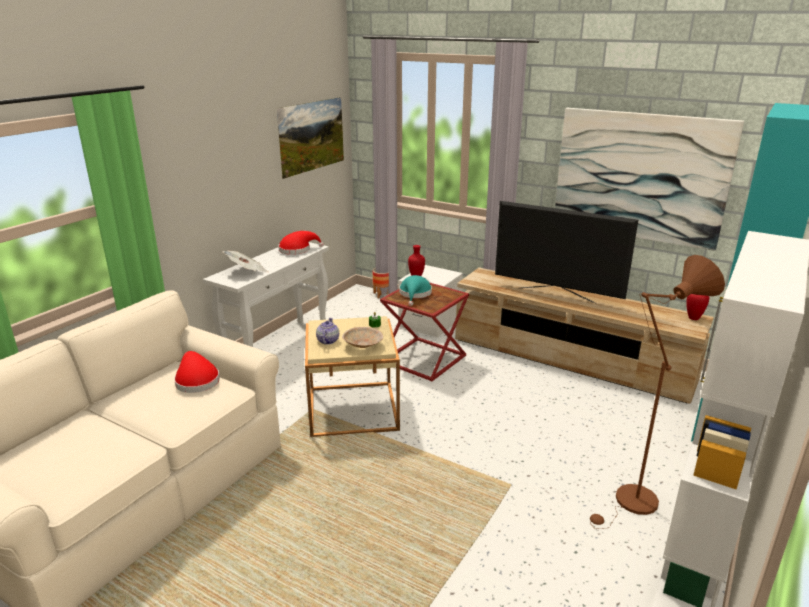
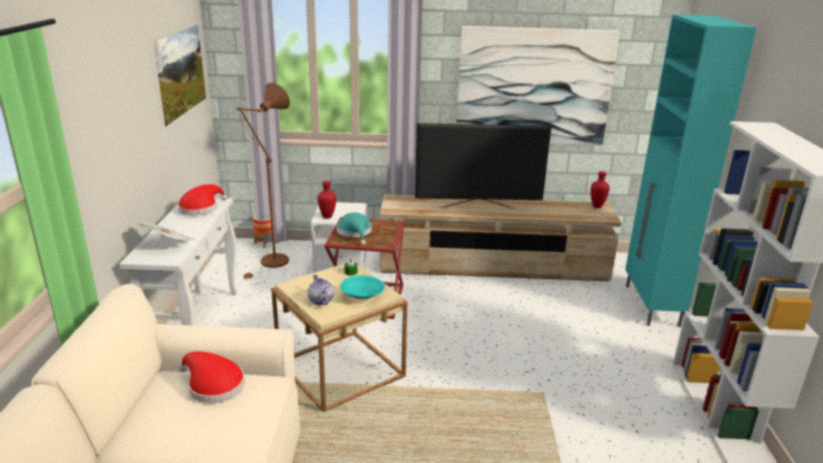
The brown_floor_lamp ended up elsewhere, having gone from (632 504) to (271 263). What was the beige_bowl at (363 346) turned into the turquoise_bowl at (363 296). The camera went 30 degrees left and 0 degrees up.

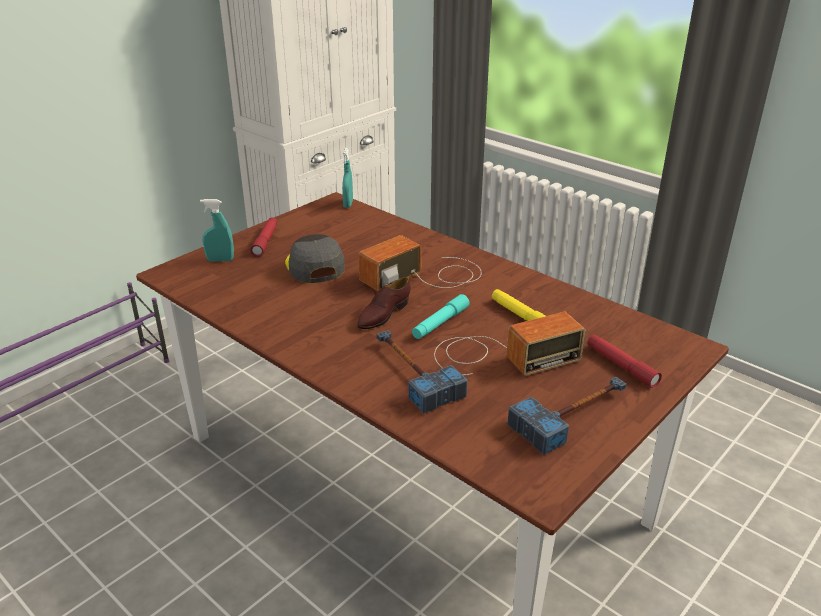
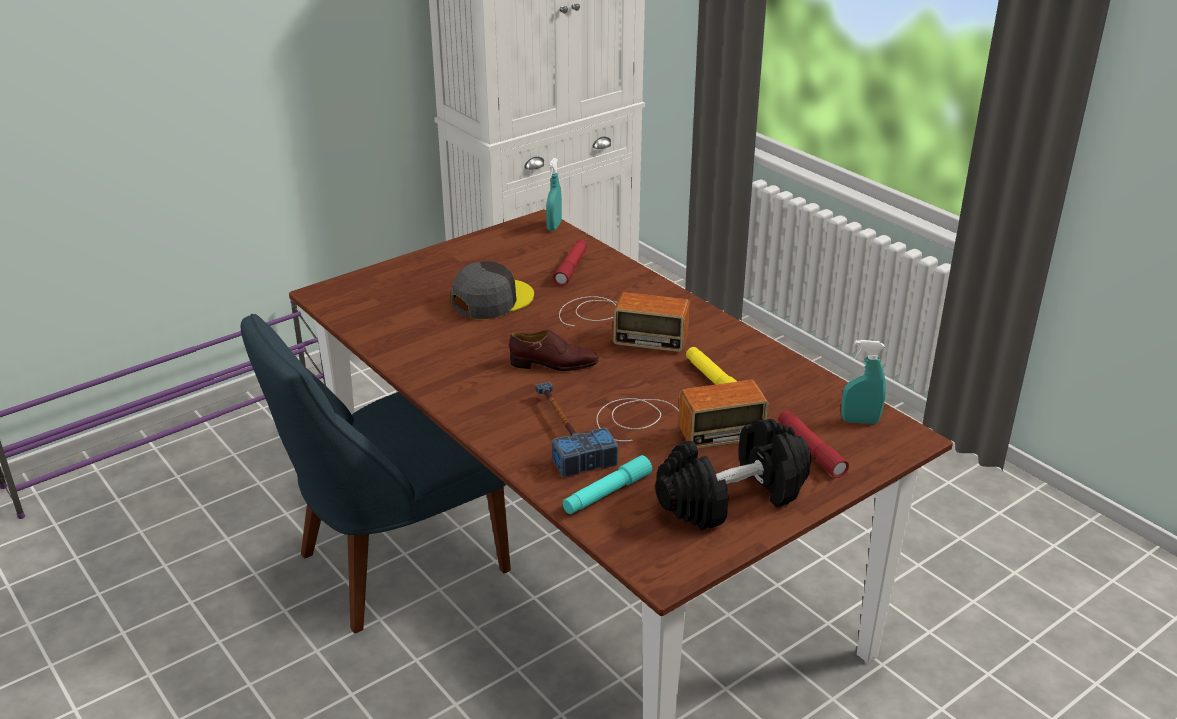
The second view gained the blue_chair at (394 565). The grey_cap at (314 266) ended up facing another way, 60 degrees clockwise from before. The brown_shoe at (383 314) ended up facing another way, 135 degrees counterclockwise from before. The red_flashlight ended up elsewhere, having gone from (265 241) to (571 268). The radio at (427 276) ended up facing another way, 135 degrees counterclockwise from before. The turquoise_flashlight ended up elsewhere, having gone from (440 323) to (607 493). Where the hammer stood at (573 415), the black_dumbbell came to stand at (731 497). The turquoise_spray_bottle ended up elsewhere, having gone from (220 260) to (860 421). The camera went 10 degrees right and 0 degrees up.

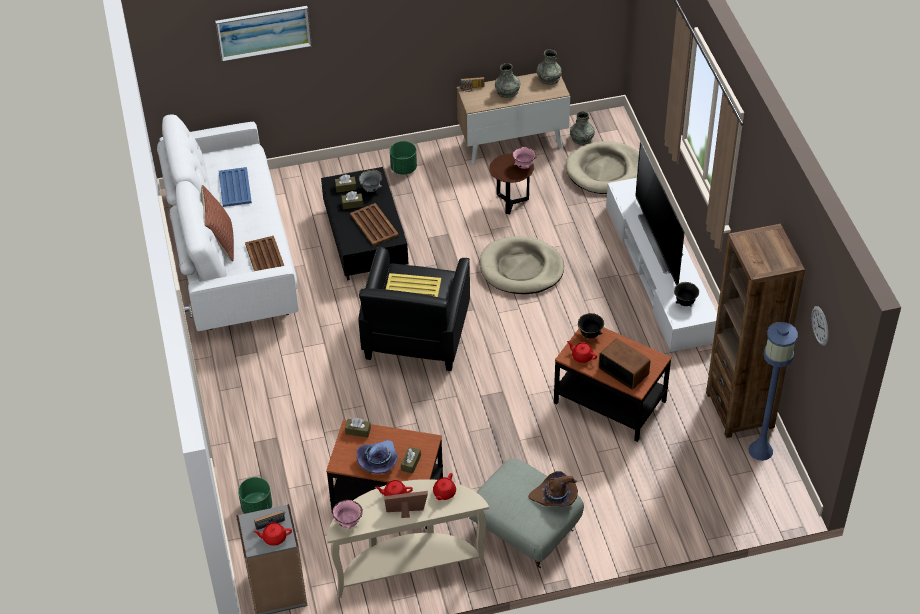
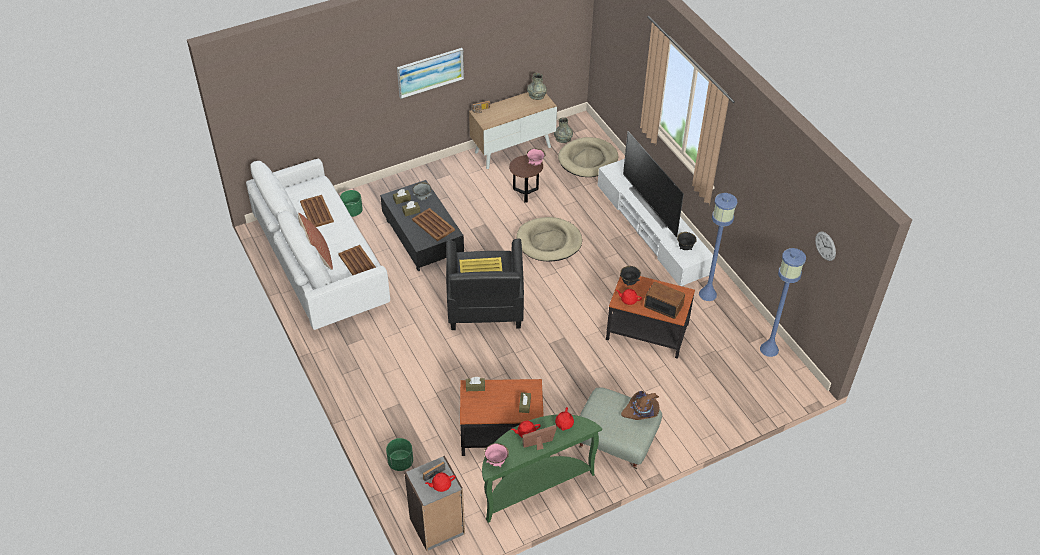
What was the blue_tray at (235 188) turned into the brown_tray at (316 212). The green_planter ended up elsewhere, having gone from (403 168) to (352 211). The picture ended up elsewhere, having gone from (263 32) to (430 72). What was the beige_console_table at (407 565) turned into the green_console_table at (534 486). The second view gained the blue_floor_lamp at (708 294). The second view lost the purple_hat at (378 461). The second view lost the grey_vase at (507 91). The second view lost the brown_bookcase at (740 410). The camera went 15 degrees left and 0 degrees up.

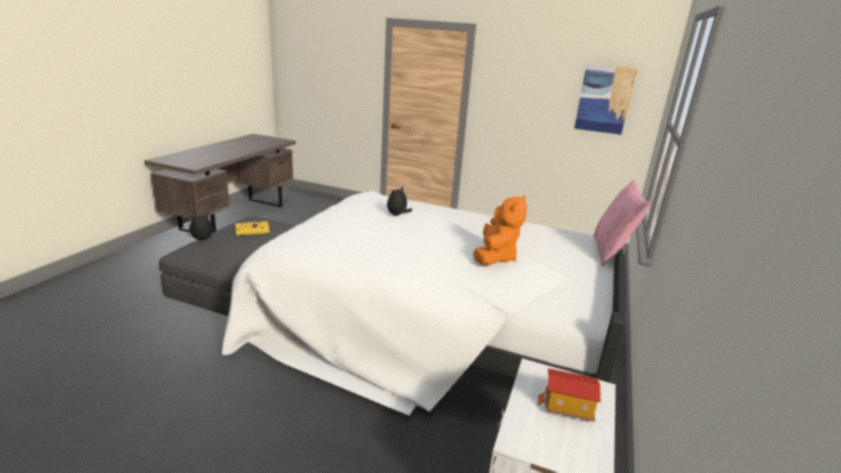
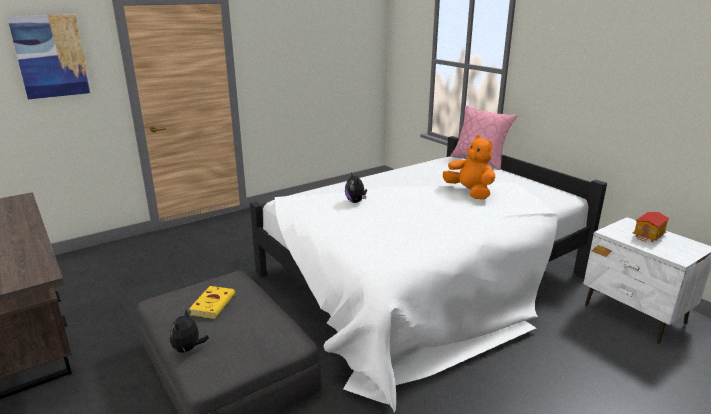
The picture ended up elsewhere, having gone from (604 99) to (51 56). The camera went 55 degrees left and 0 degrees up.

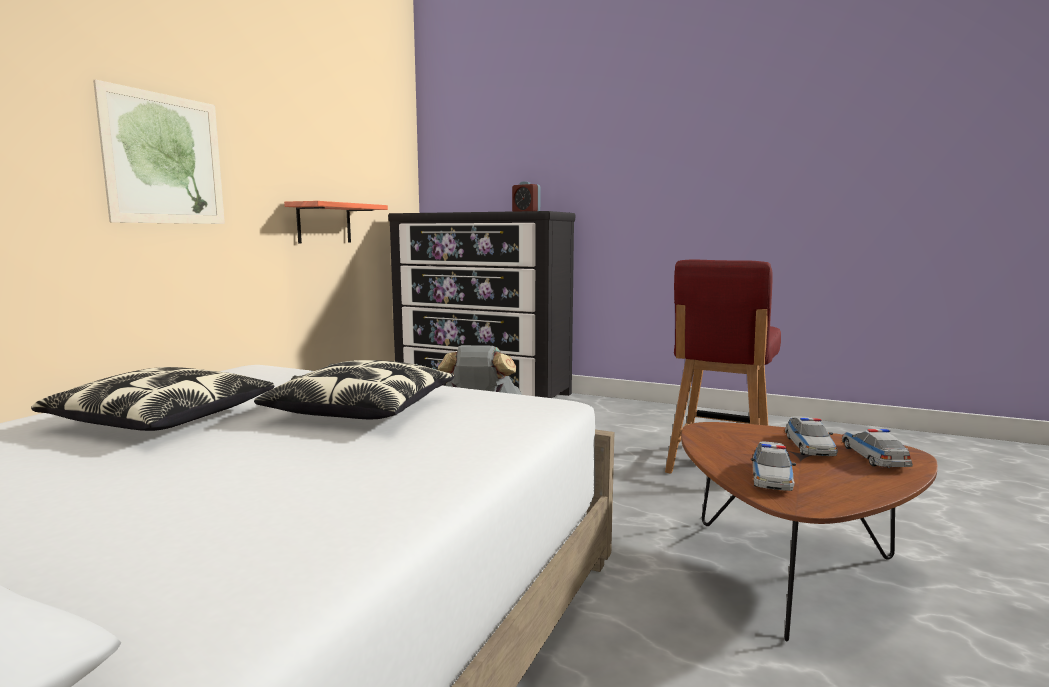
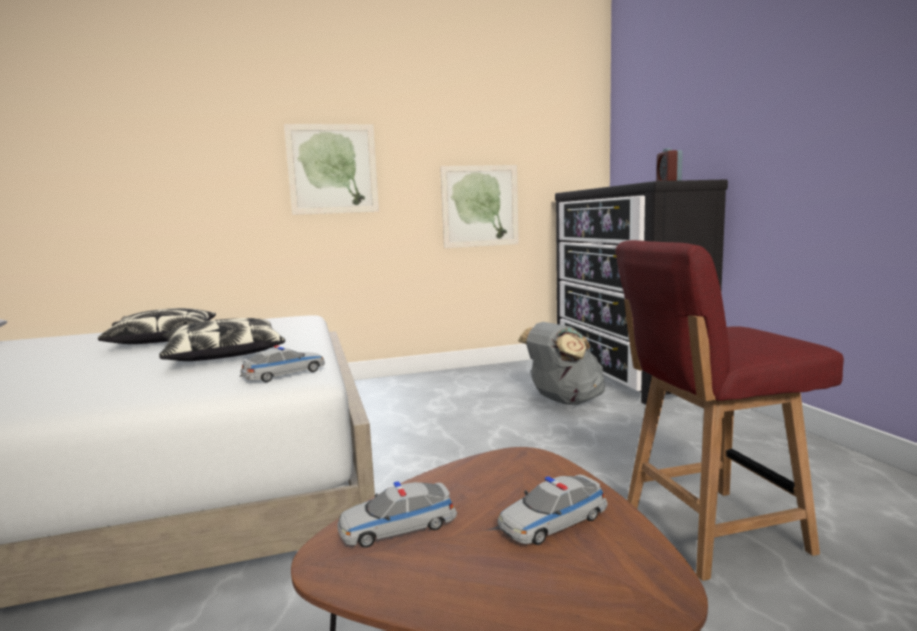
The toy_car ended up elsewhere, having gone from (874 457) to (284 374). Where the shelf hung at (324 223), the picture came to hang at (480 206). The camera went 50 degrees right and 0 degrees up.

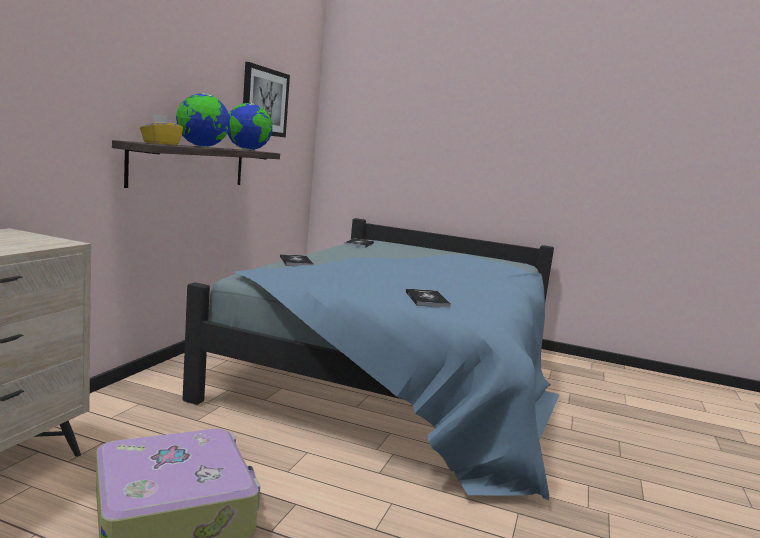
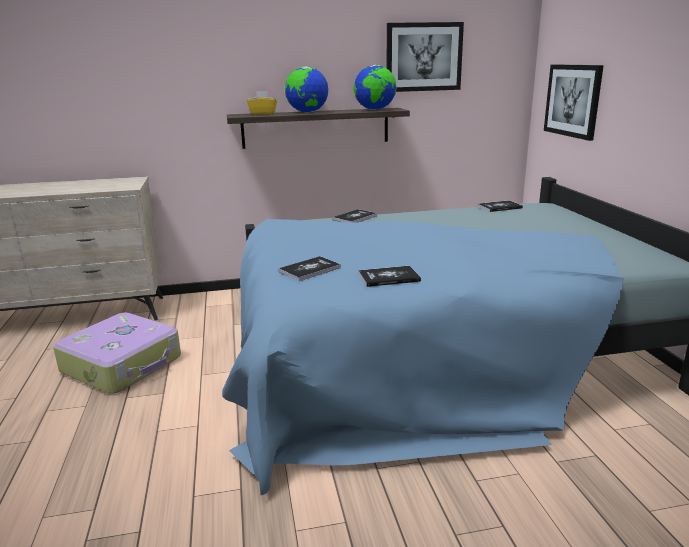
The second view gained the book at (389 277). The second view gained the picture at (573 100). The camera went 60 degrees right and 10 degrees up.

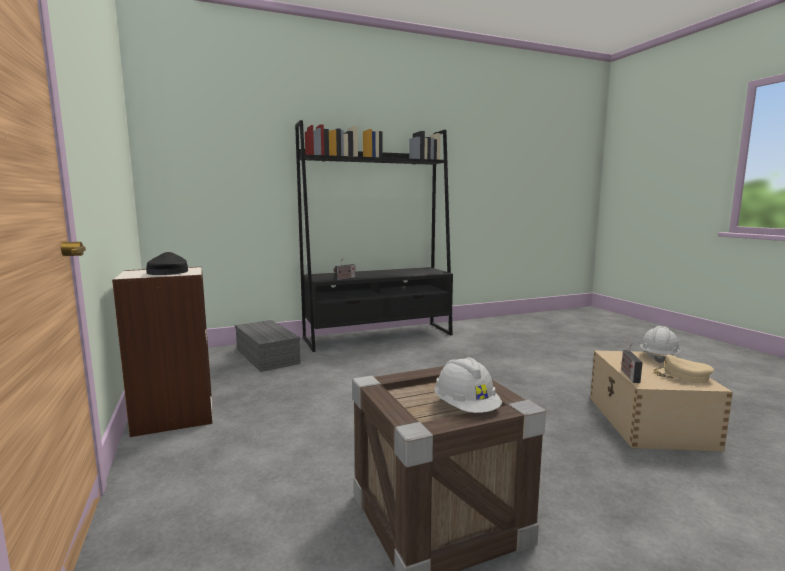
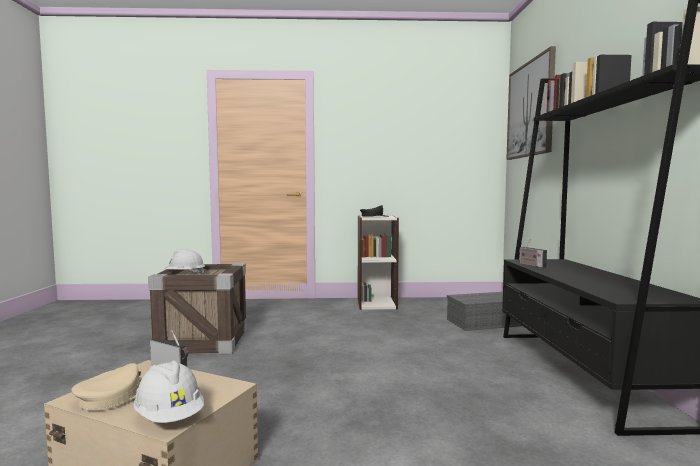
The second view gained the picture at (530 109). The camera went 110 degrees right and 5 degrees down.

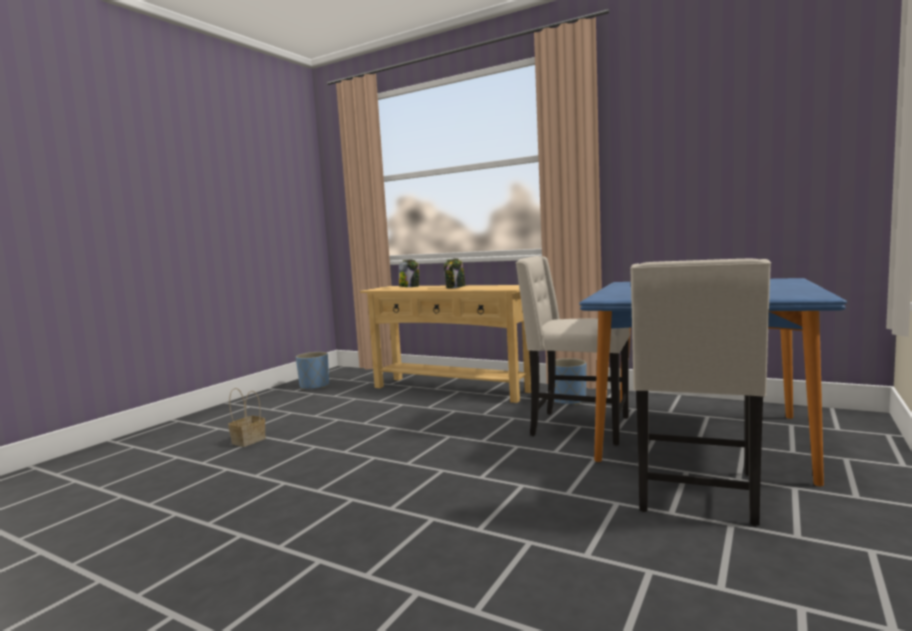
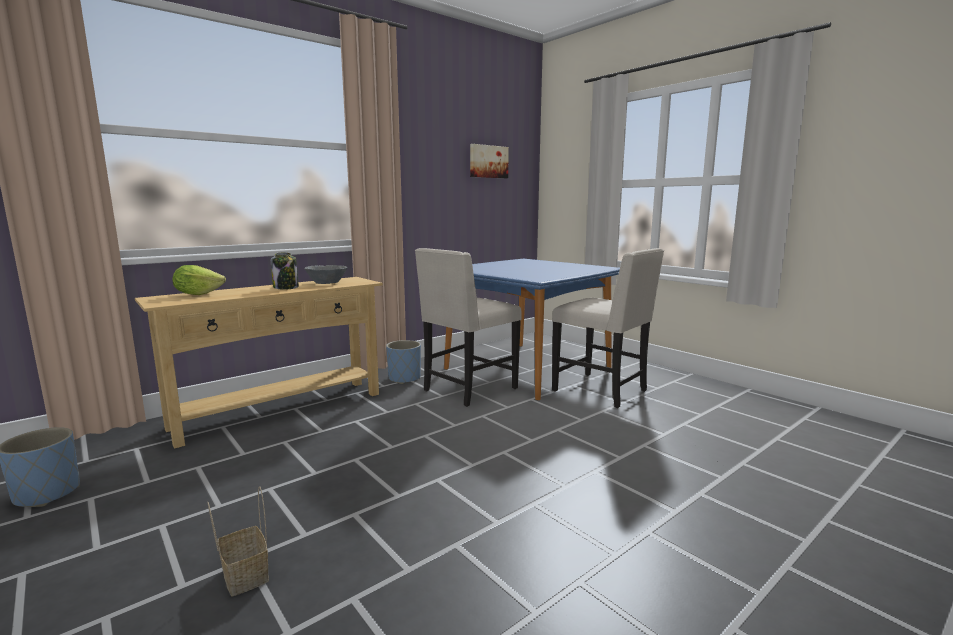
Where the jar stood at (409 286), the lettuce came to stand at (198 294). The second view gained the grey_bowl at (327 283). The second view gained the picture at (488 161). The camera went 70 degrees left and 5 degrees up.

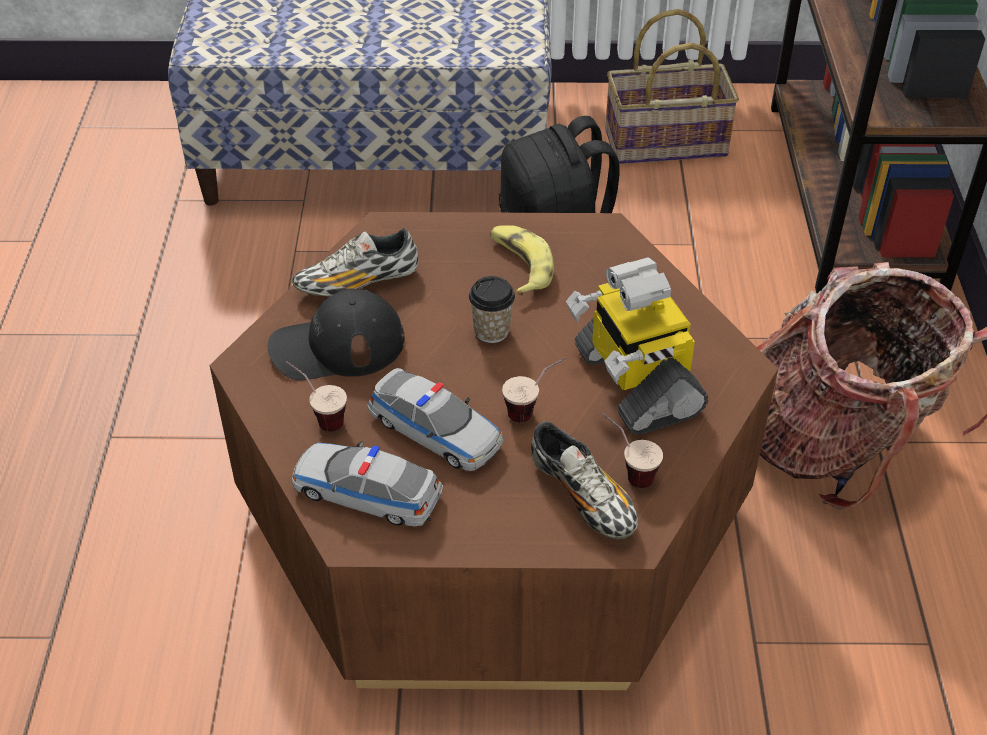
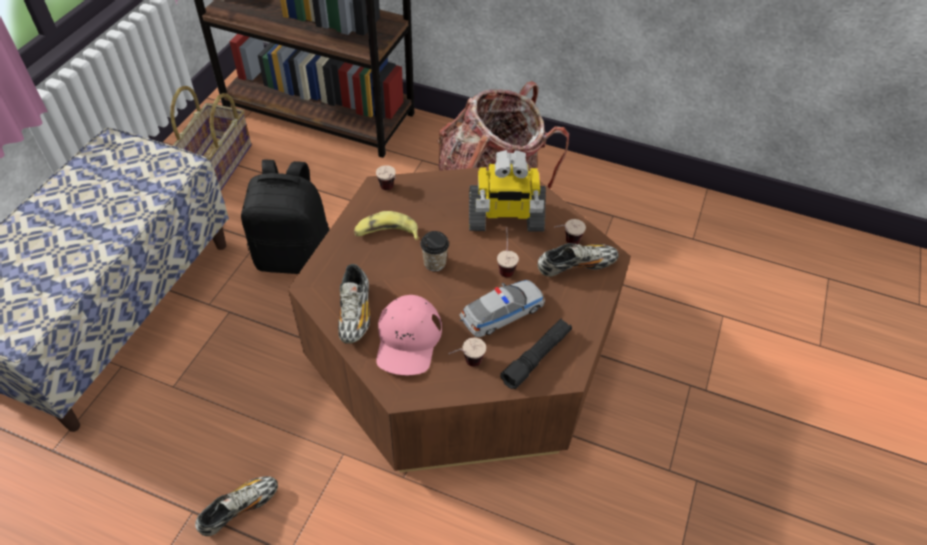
The second view gained the shoe at (239 509). The second view gained the cup at (390 191). What was the black_cap at (337 346) turned into the pink_cap at (408 340). Where the toy_car stood at (367 493), the black_flashlight came to stand at (536 357). The camera went 70 degrees left and 5 degrees up.

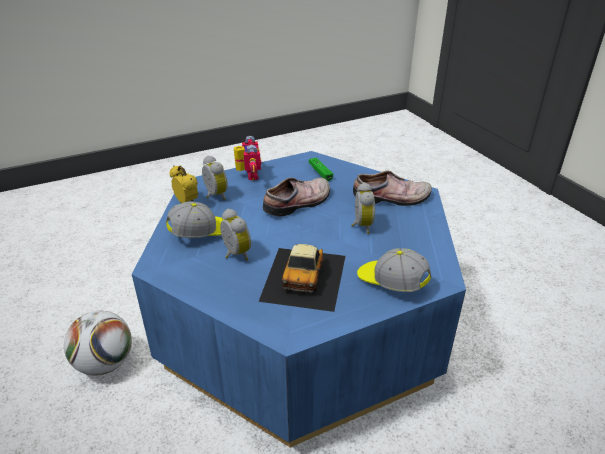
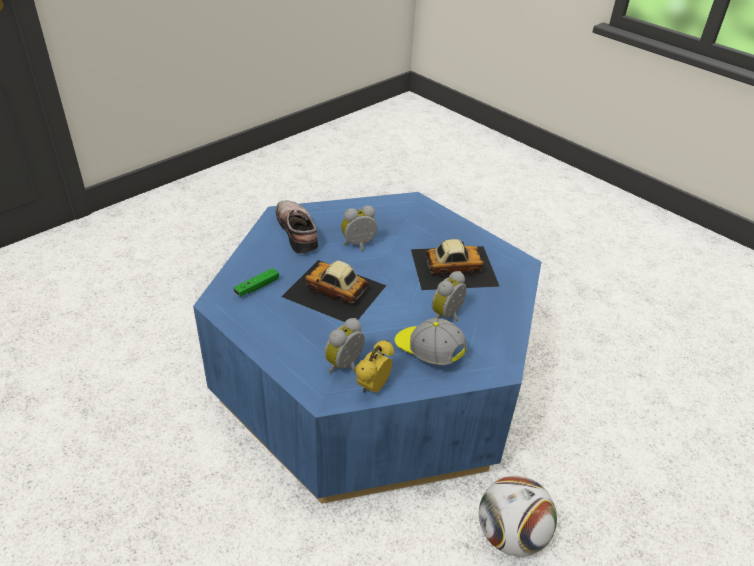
Where the shoe stood at (299 203), the toy_car came to stand at (334 291). The second view lost the toy_robot at (248 175). The second view lost the cap at (391 282). The camera went 110 degrees left and 5 degrees up.

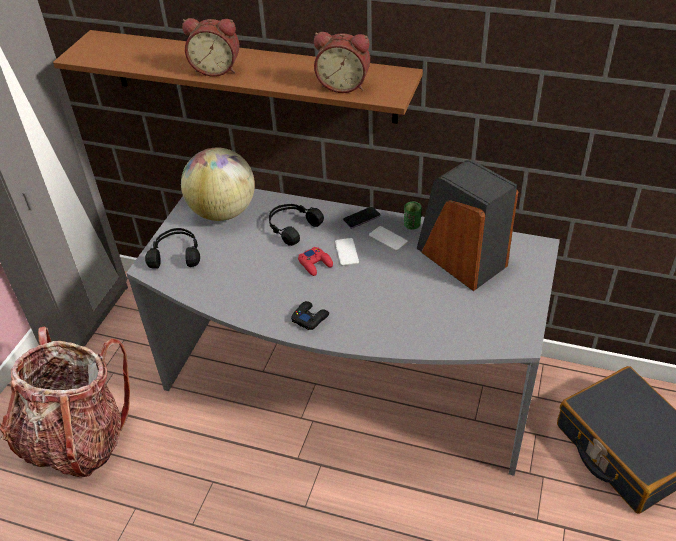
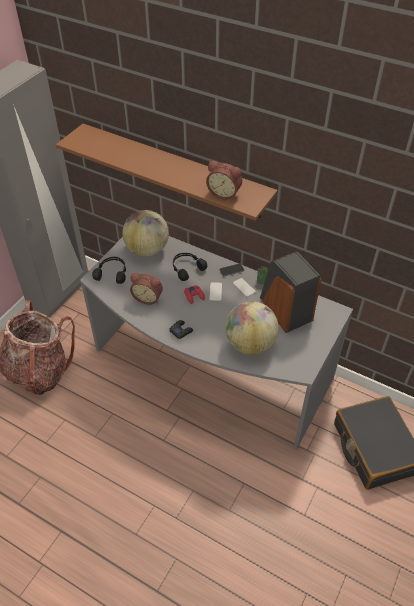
The alarm_clock ended up elsewhere, having gone from (216 69) to (148 297). The second view gained the globe at (250 344). The camera went 10 degrees right and 5 degrees up.

